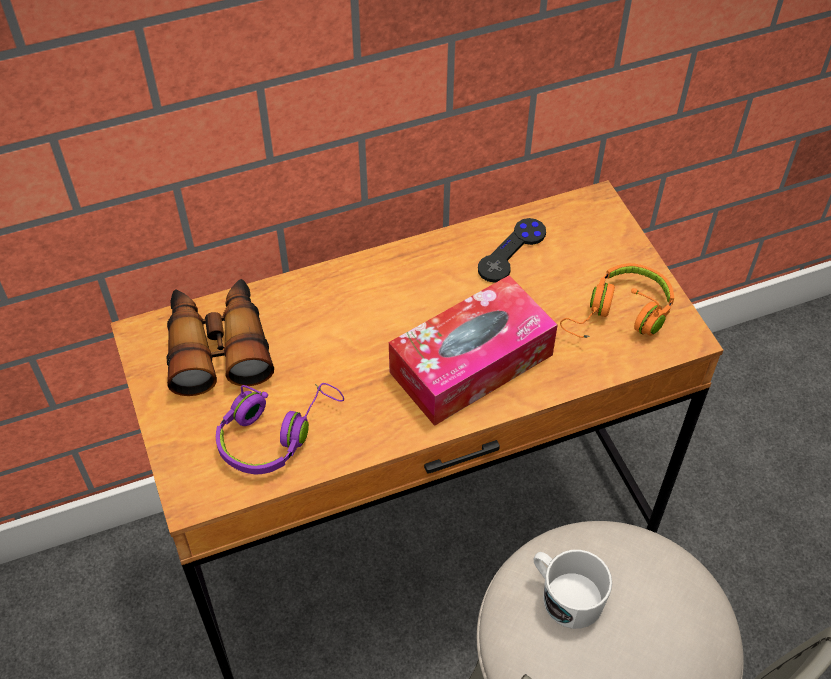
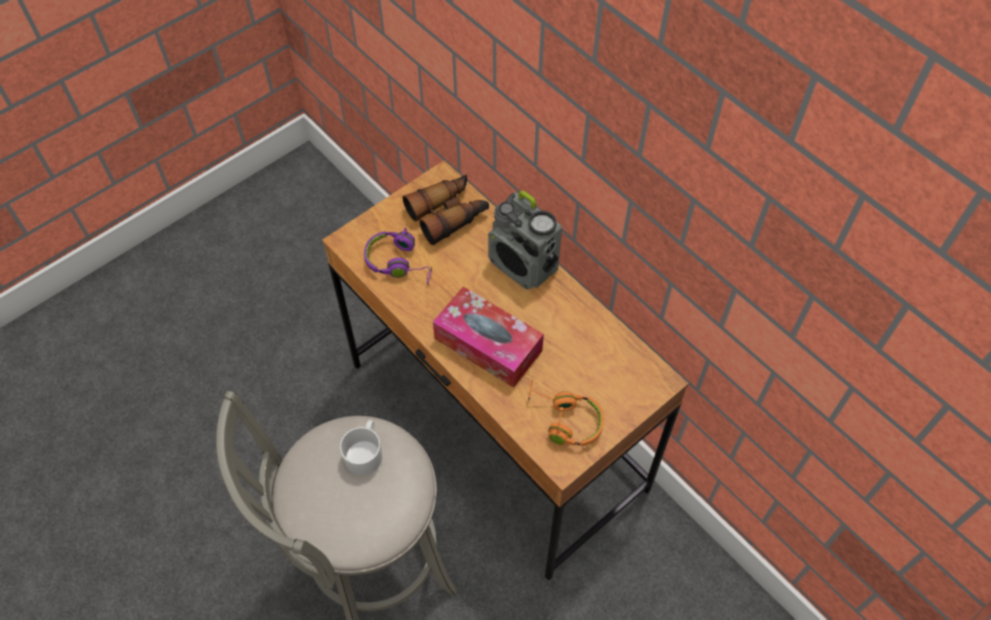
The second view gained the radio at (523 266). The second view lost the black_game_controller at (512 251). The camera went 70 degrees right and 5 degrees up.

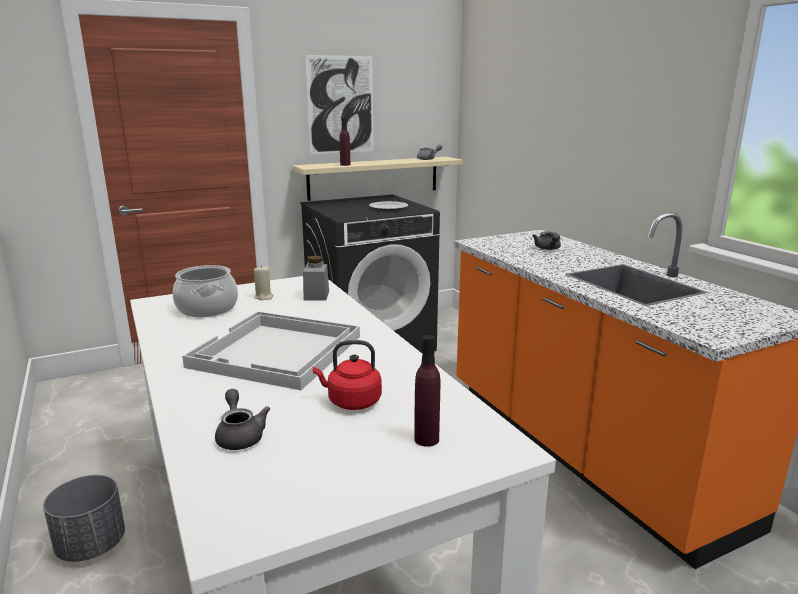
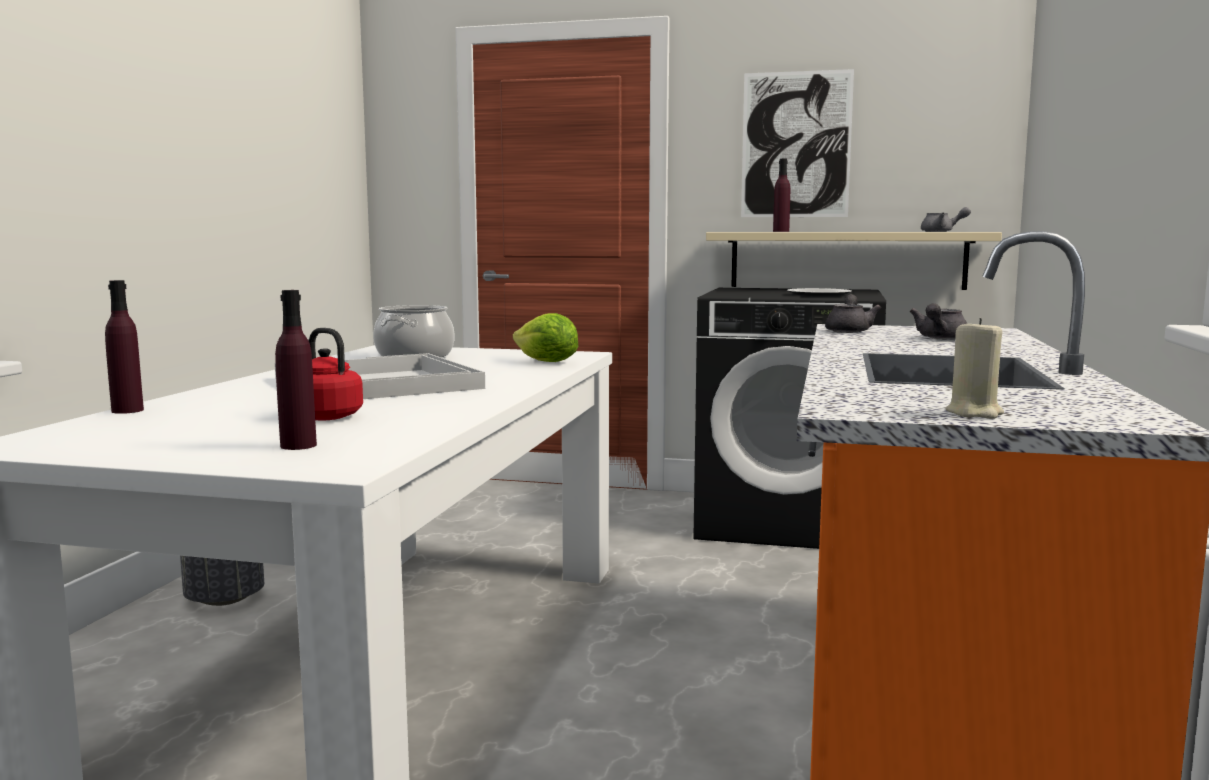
The second view gained the purple_bottle at (127 410). Where the grey_jar stood at (316 295), the lettuce came to stand at (546 362). The grey_teapot ended up elsewhere, having gone from (240 435) to (849 330). The beige_candle ended up elsewhere, having gone from (264 297) to (974 413). The camera went 40 degrees right and 10 degrees down.

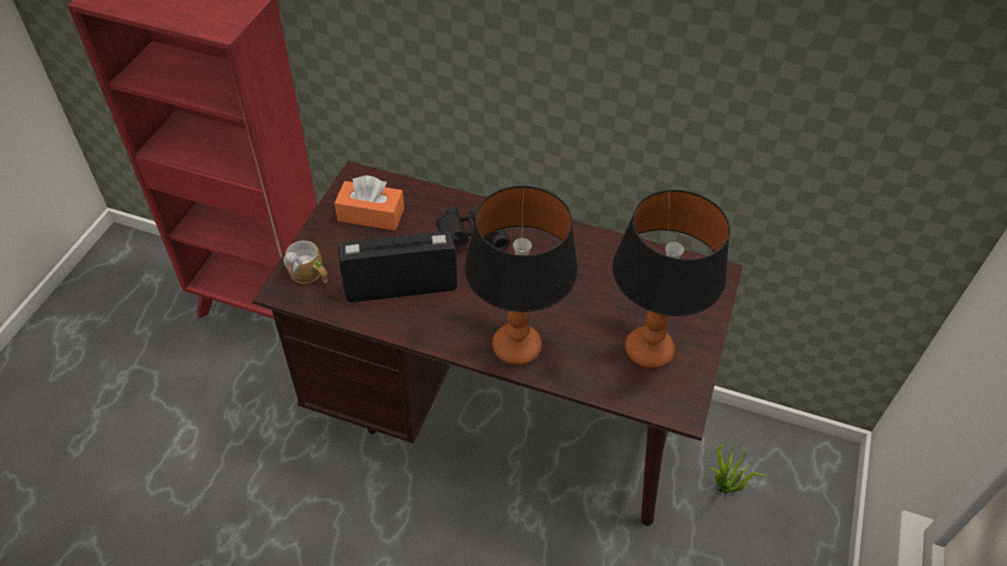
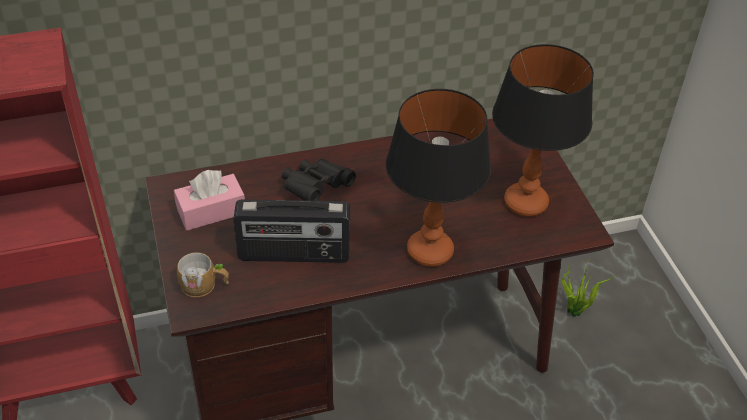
What was the orange_tissue_box at (371 215) turned into the pink_tissue_box at (211 211). The radio at (401 287) ended up facing another way, 135 degrees counterclockwise from before. The camera went 35 degrees left and 5 degrees down.

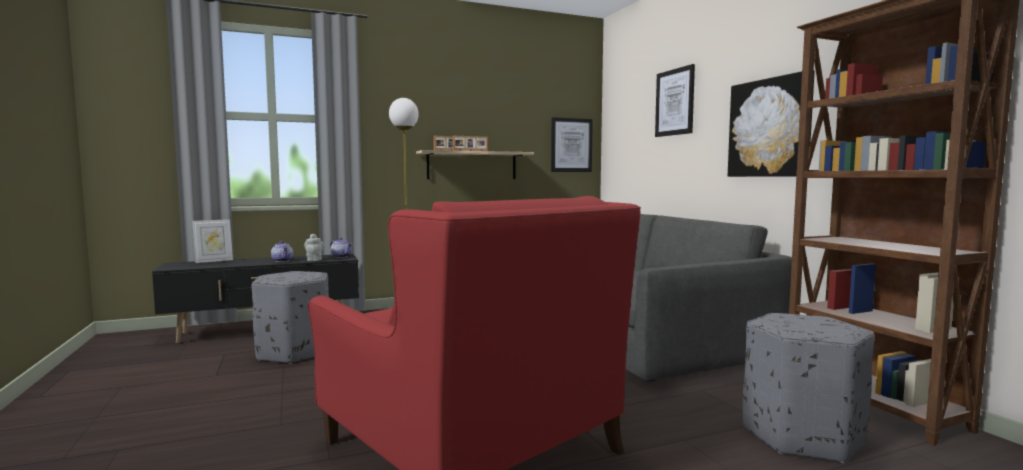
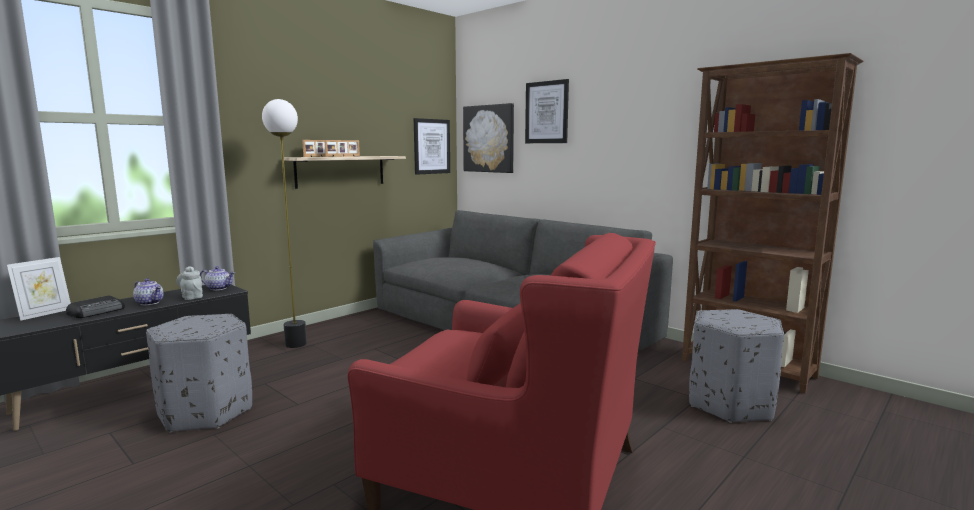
The second view gained the radio at (98 311). The picture ended up elsewhere, having gone from (769 128) to (489 139). The camera went 25 degrees left and 5 degrees up.

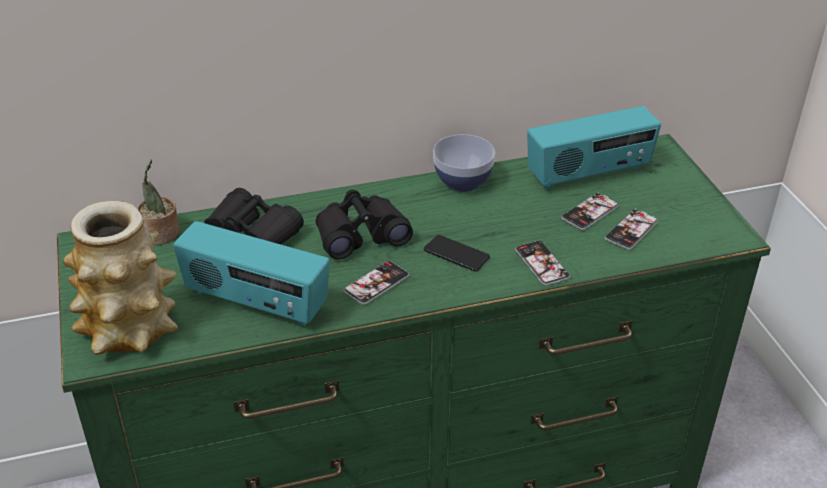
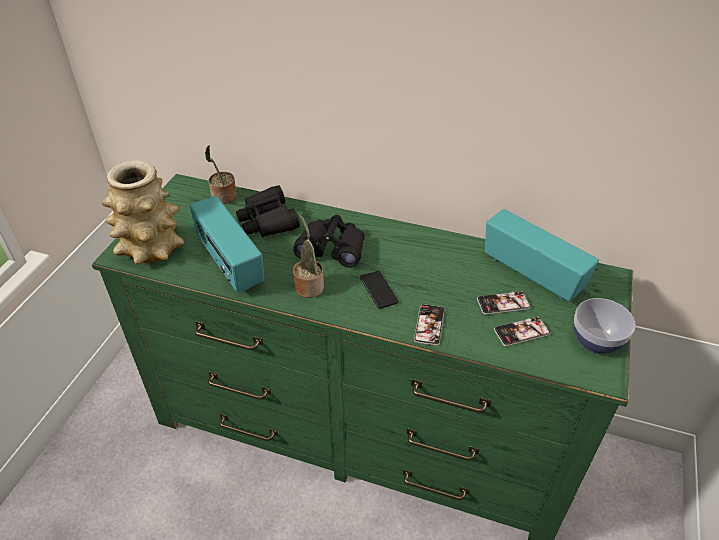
Where the phone stood at (376 283), the potted_plant came to stand at (308 286). The radio at (589 174) ended up facing another way, 150 degrees counterclockwise from before. The bowl ended up elsewhere, having gone from (462 181) to (596 341). The camera went 35 degrees right and 5 degrees up.

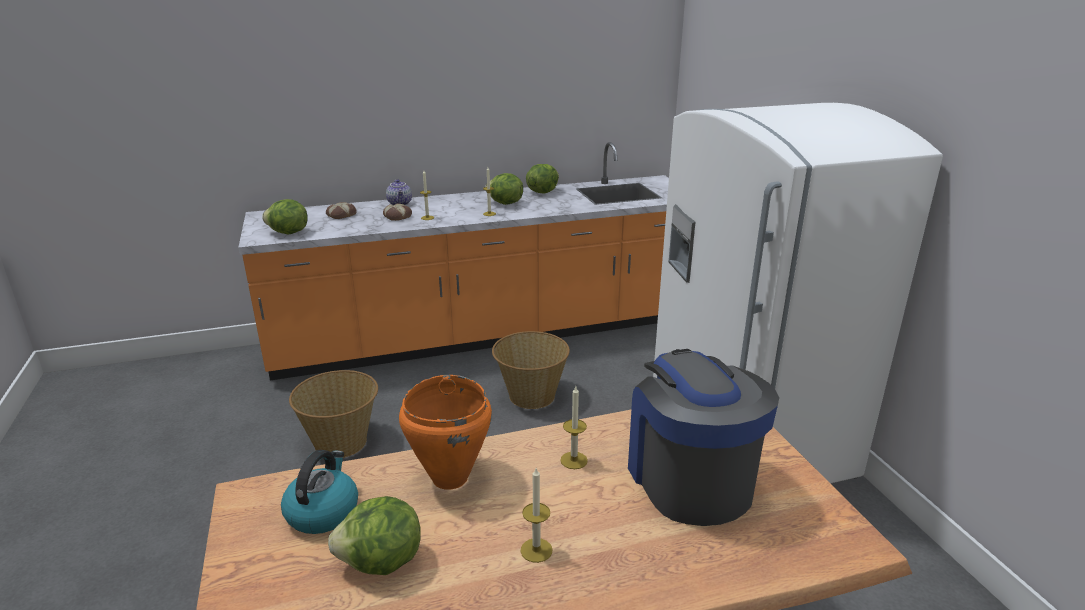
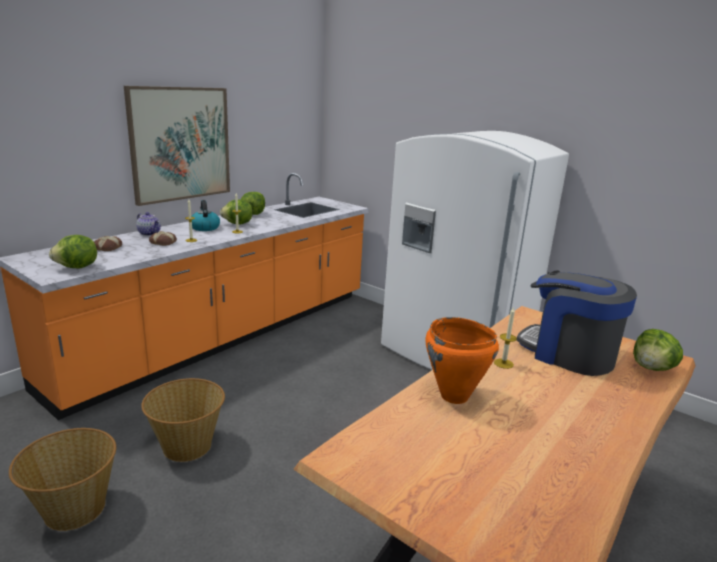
The basket ended up elsewhere, having gone from (531 396) to (73 509). The second view gained the picture at (181 144). The kettle ended up elsewhere, having gone from (323 512) to (204 227). The lettuce ended up elsewhere, having gone from (381 563) to (652 368). The second view lost the candle at (536 550). The camera went 35 degrees left and 5 degrees down.

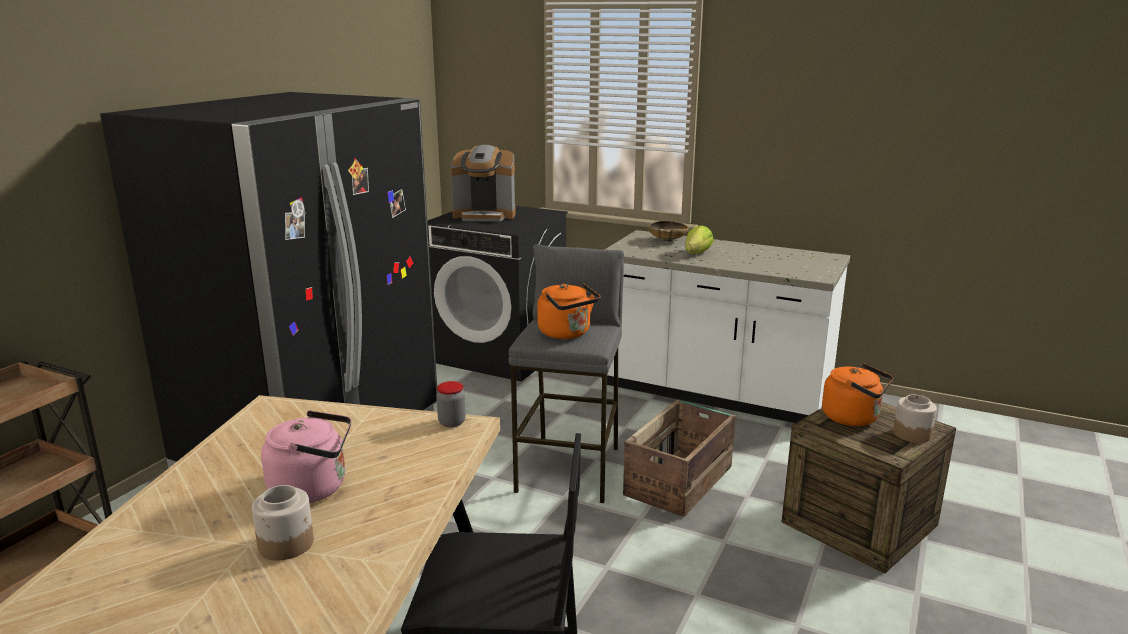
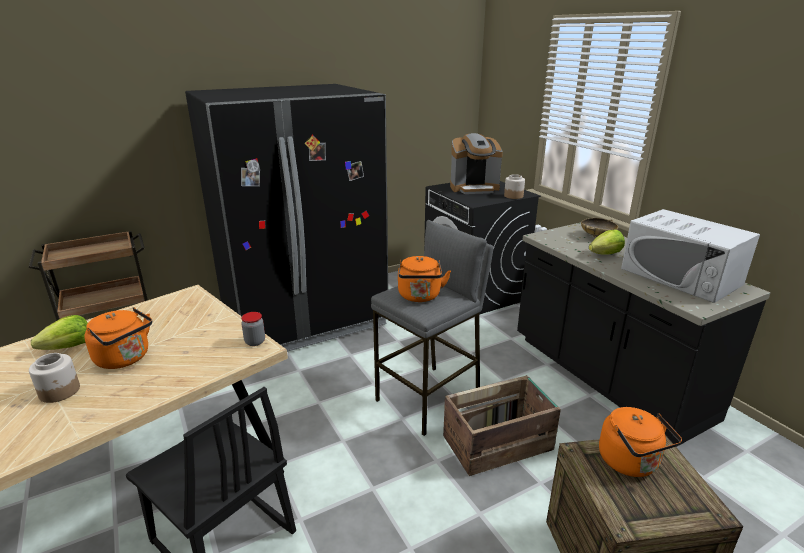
The second view gained the lettuce at (69 347). What was the pink_kettle at (313 488) turned into the orange_kettle at (125 359). The coffee_machine at (485 215) ended up facing another way, 45 degrees counterclockwise from before. The jar ended up elsewhere, having gone from (912 434) to (513 196). What was the white_counter at (713 393) turned into the black_counter at (606 378). The second view gained the white_microwave at (680 276). The camera went 35 degrees right and 5 degrees up.

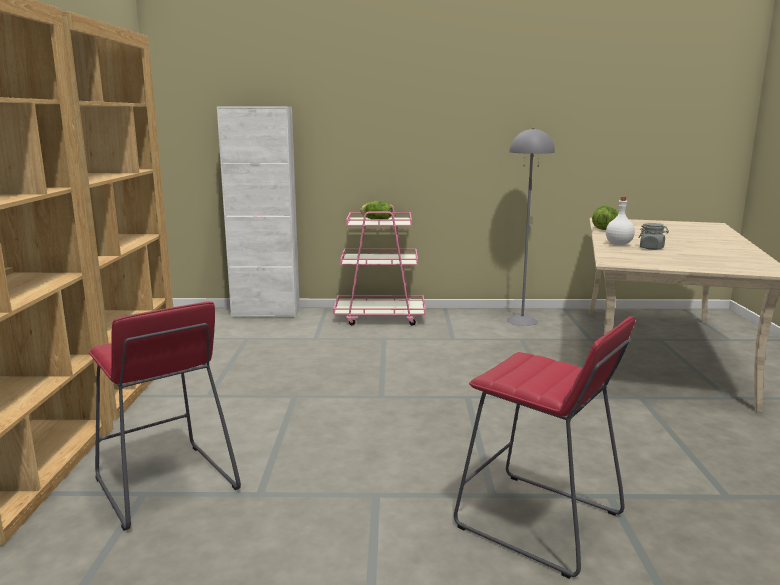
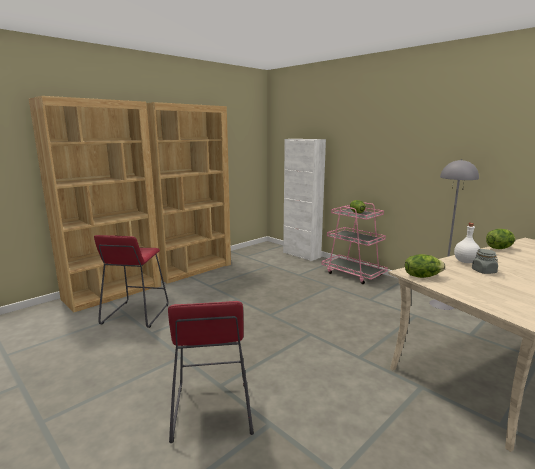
The second view gained the lettuce at (422 276). The camera went 45 degrees right and 0 degrees up.

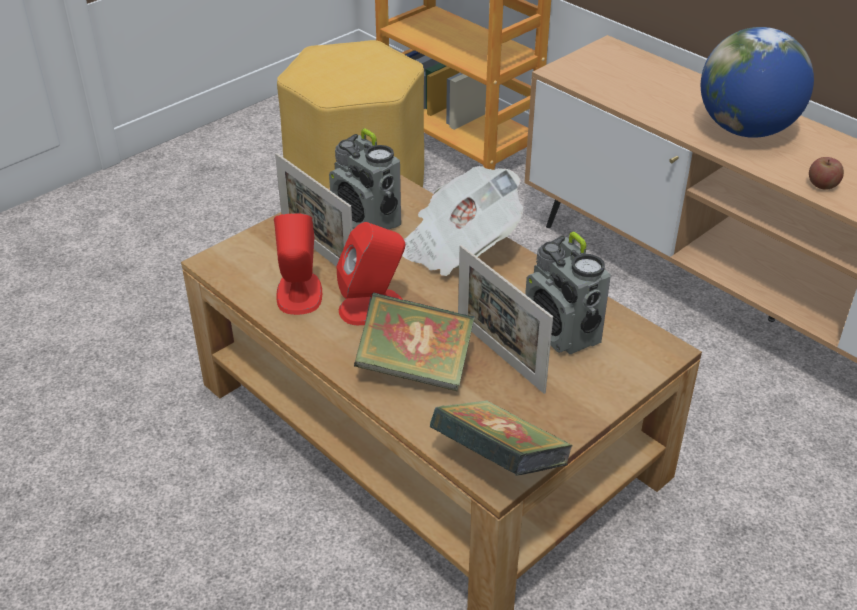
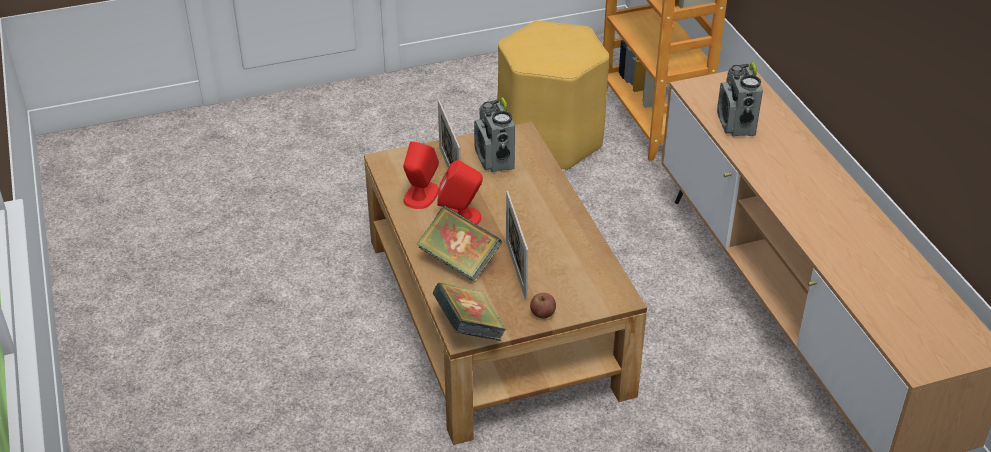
The apple ended up elsewhere, having gone from (822 185) to (542 313). The radio ended up elsewhere, having gone from (562 332) to (736 125). The second view lost the newspaper at (459 246). The second view lost the globe at (746 129). The camera went 25 degrees right and 0 degrees up.

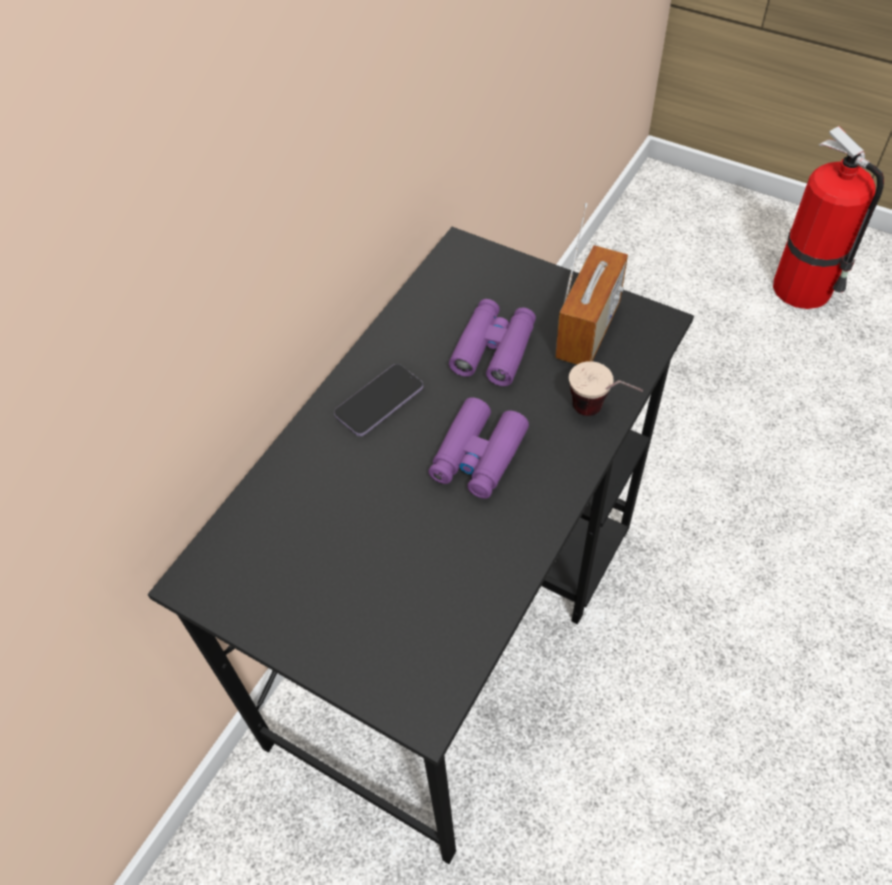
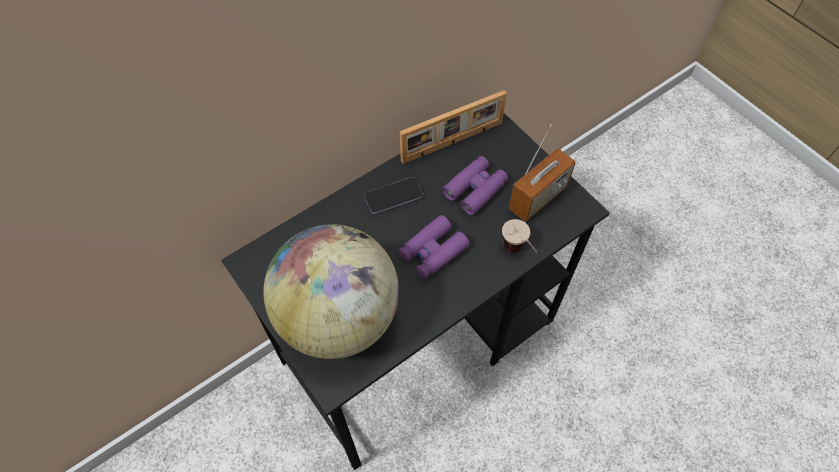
The second view gained the globe at (339 317). The second view gained the picture_frame at (453 143). The second view lost the fire_extinguisher at (805 289). The camera went 20 degrees right and 5 degrees up.

